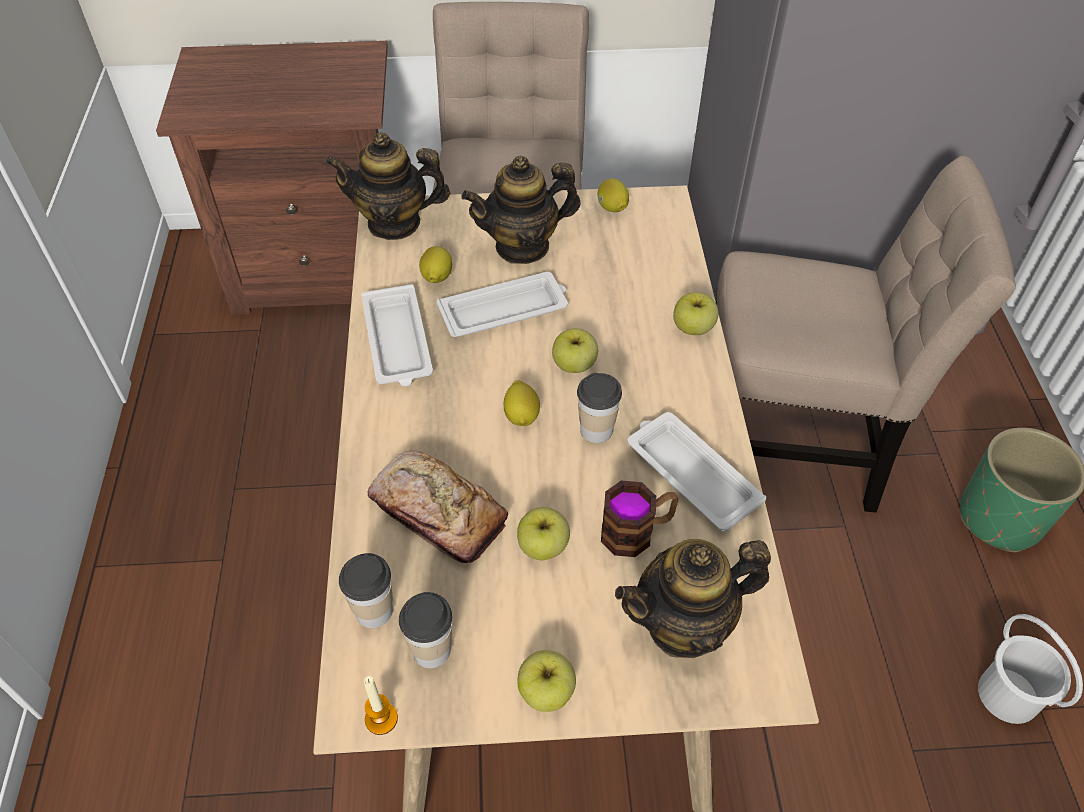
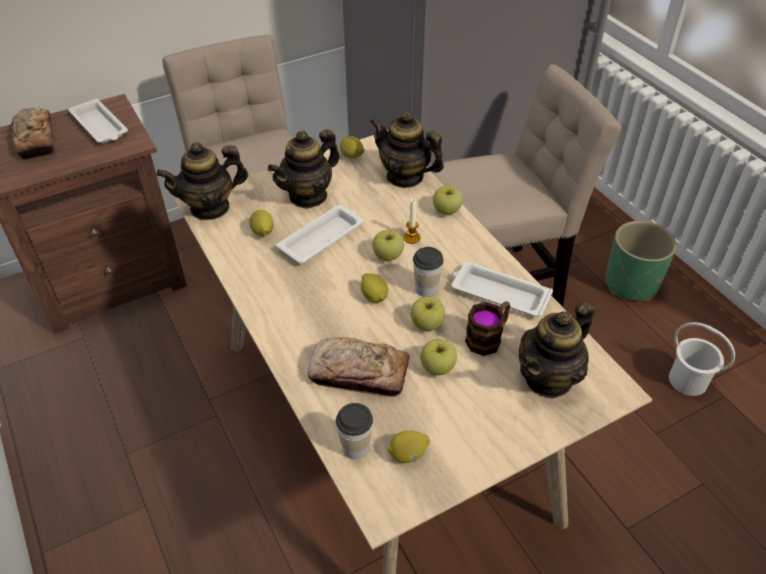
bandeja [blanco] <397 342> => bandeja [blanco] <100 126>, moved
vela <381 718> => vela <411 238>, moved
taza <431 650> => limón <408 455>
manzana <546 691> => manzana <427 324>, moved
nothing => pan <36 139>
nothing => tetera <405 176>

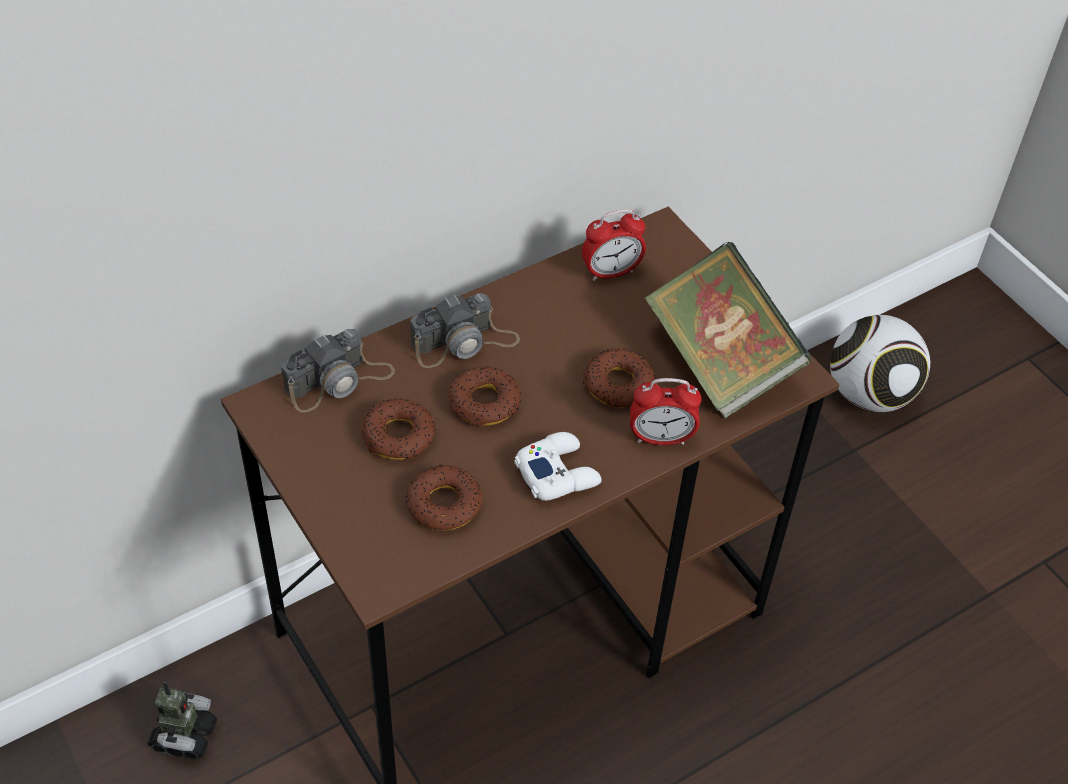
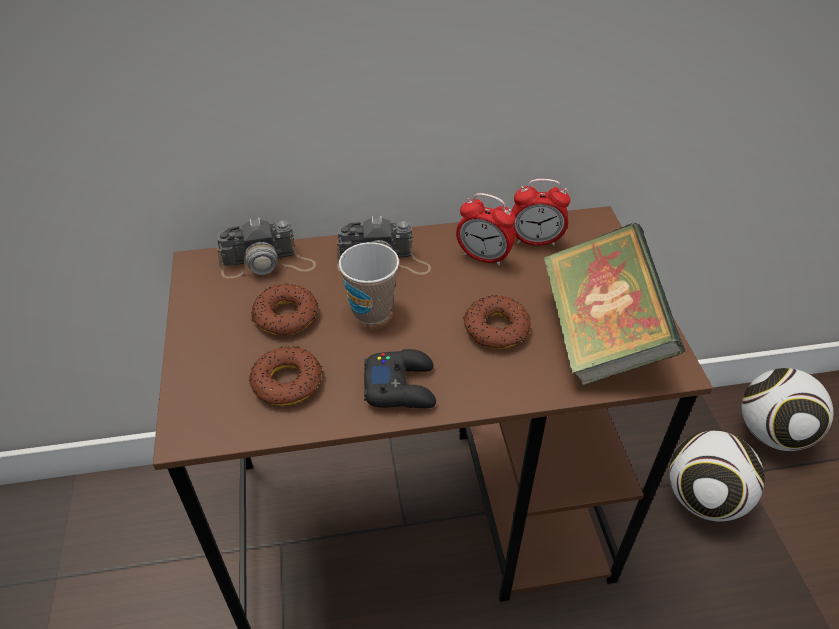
robot de juguete <184 736> => nothing
rosquilla <484 402> => taza <372 311>
mando de consola [blanco] <557 472> => mando de consola [negro] <401 386>
despertador <661 438> => despertador <483 257>, moved
nothing => balón de fútbol <704 498>

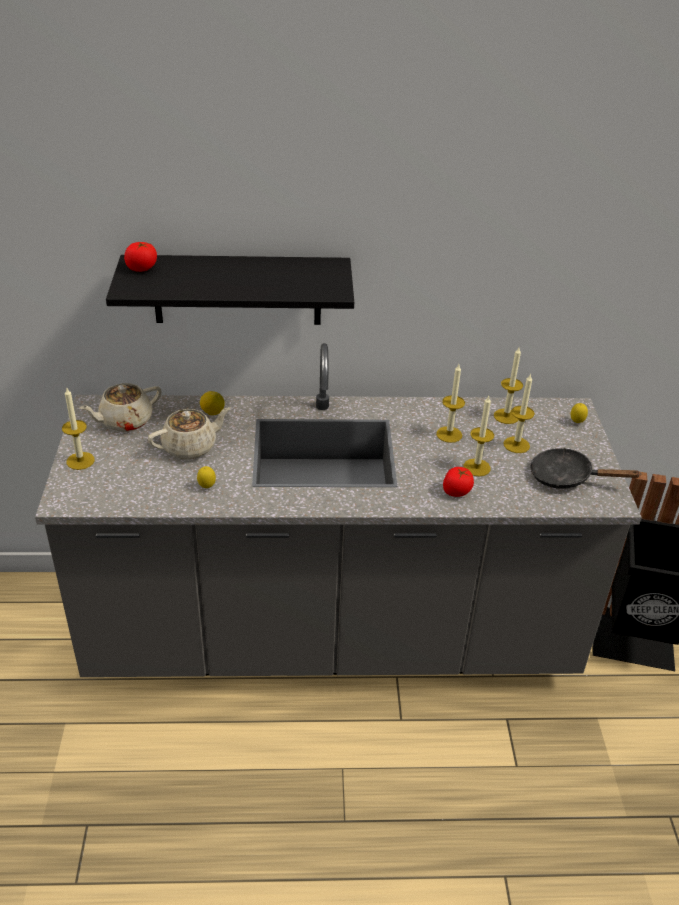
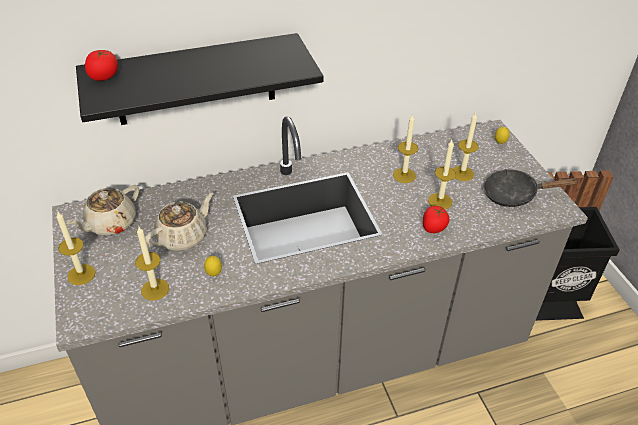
limón <212 412> => nothing
vela <506 416> => vela <155 289>, moved

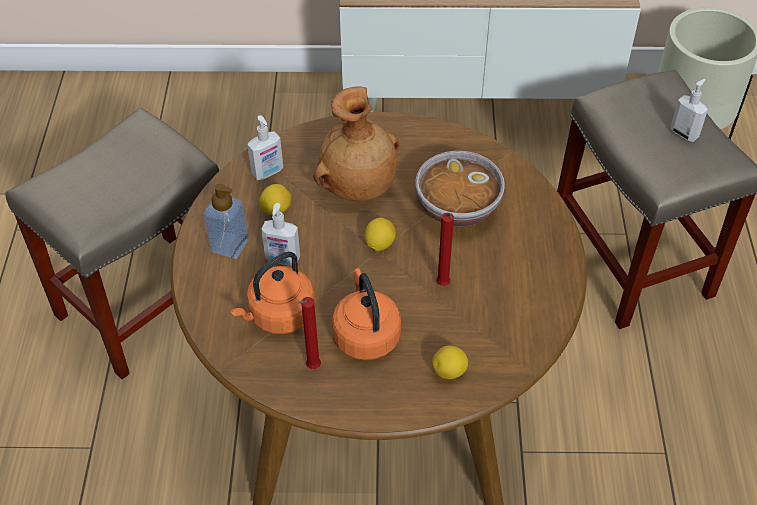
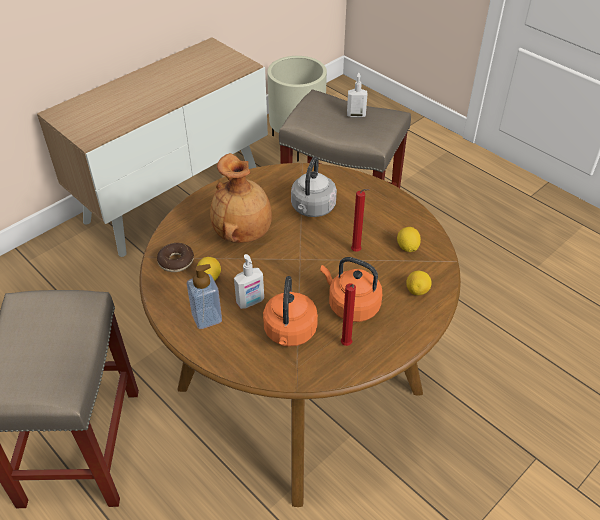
dispensador de jabón <268 172> => rosquilla <176 262>
limón <379 244> => limón <407 247>, moved
cuenco <457 208> => hervidor [gris] <312 209>

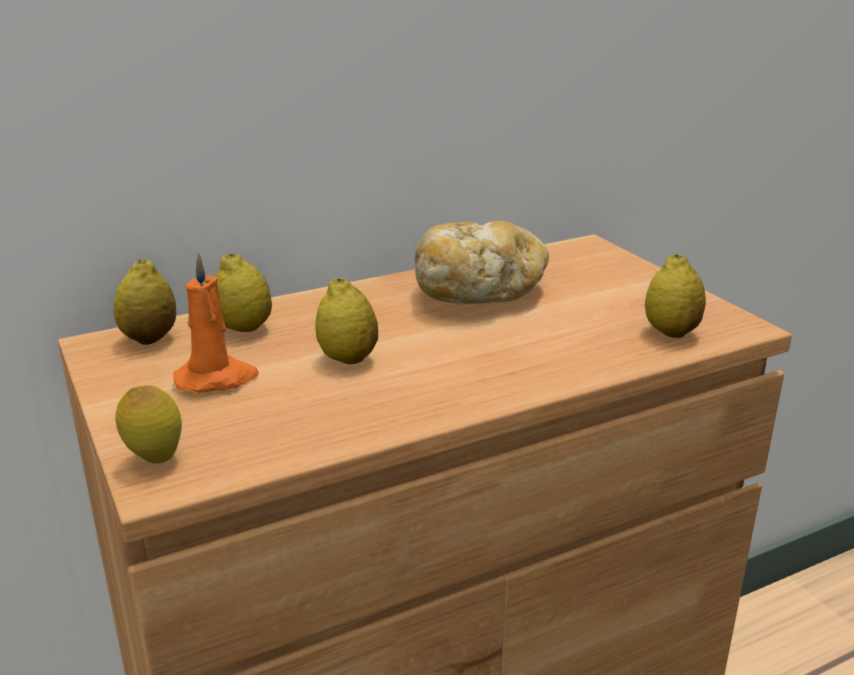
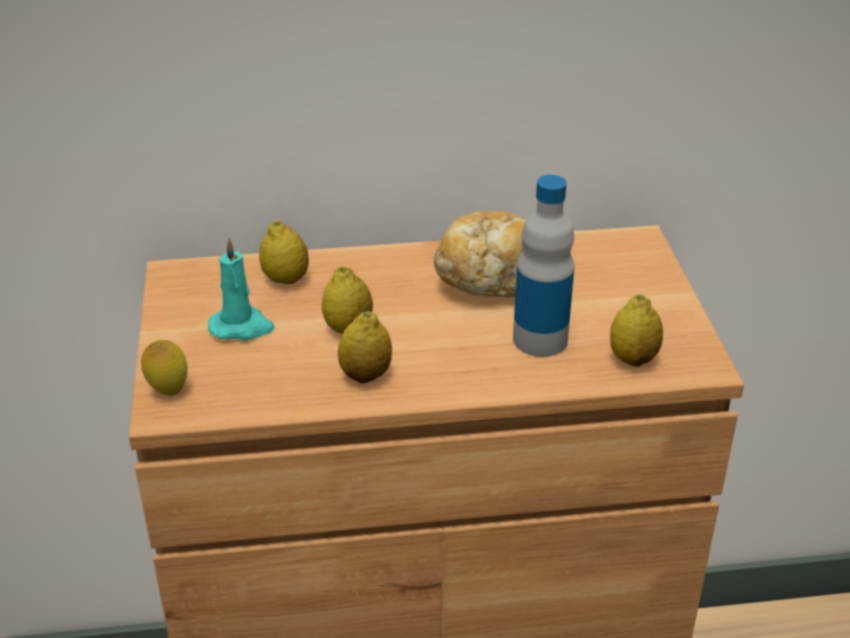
limón <149 338> => limón <365 375>, moved
vela [naranja] <217 379> => vela [turquesa] <242 327>
nothing => botella <540 339>

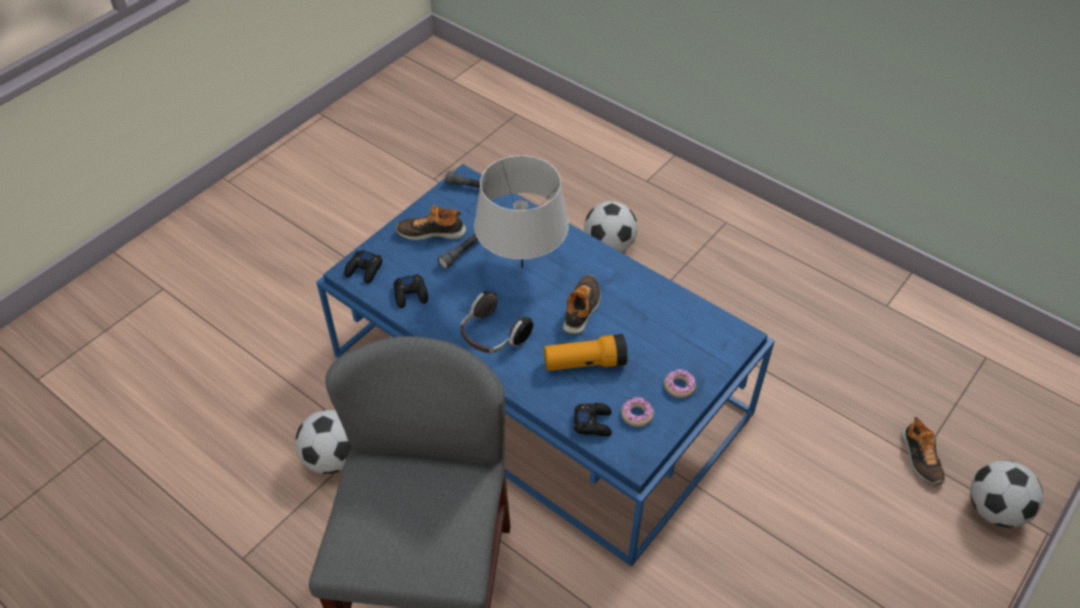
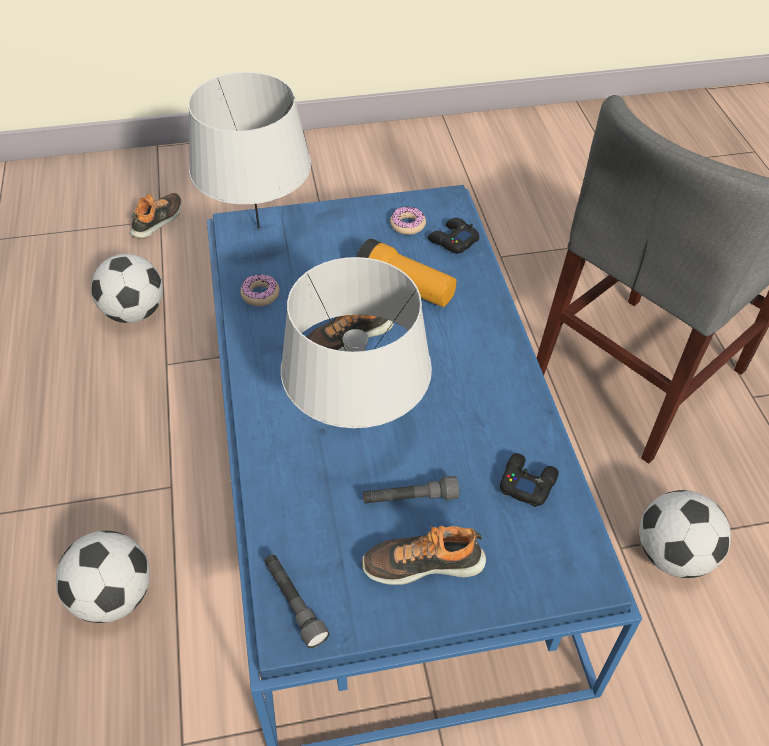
mando de consola [negro] <364 270> => nothing
zapato <431 232> => zapato <423 563>, 135 degrees clockwise
auriculares <492 336> => nothing
rosquilla <679 386> => rosquilla <260 294>, moved
balón de fútbol <994 509> => balón de fútbol <134 312>, moved
nothing => lámpara de mesa [gris] <258 228>

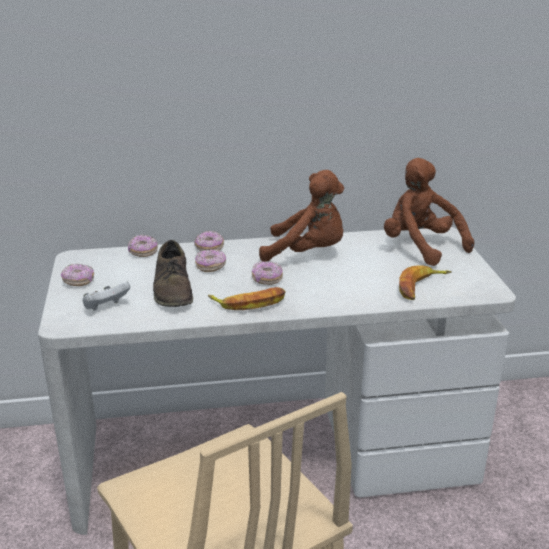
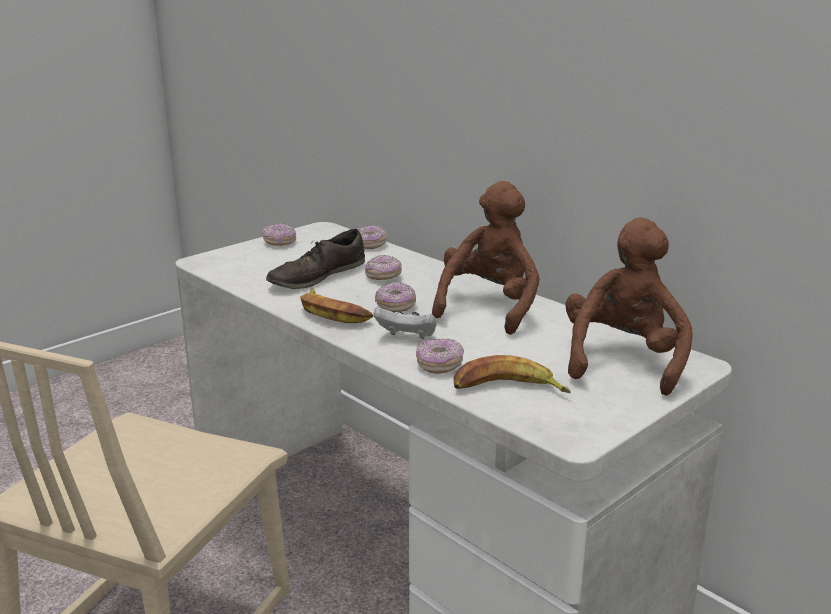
mando de consola [blanco] <106 307> => mando de consola [blanco] <407 337>, moved
rosquilla <209 248> => rosquilla <439 365>, moved
peluche [marrón] <307 253> => peluche [marrón] <489 307>, 135 degrees counterclockwise

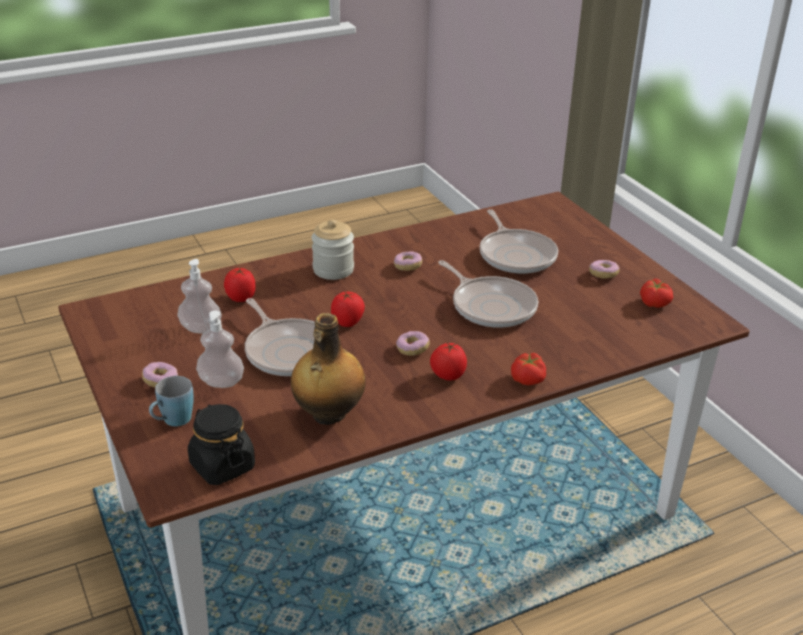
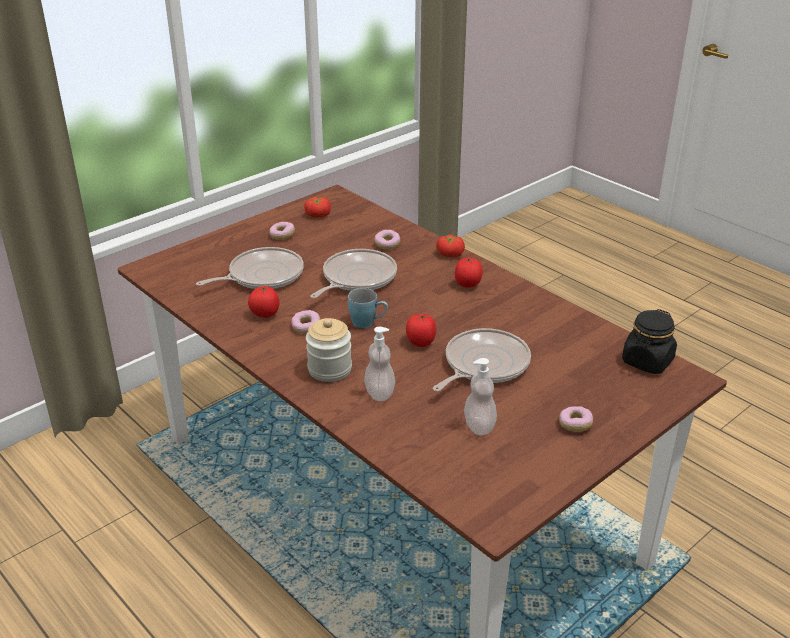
taza grande [azul] <172 421> => taza grande [azul] <368 323>, moved
dispensador de jabón <221 382> => dispensador de jabón <379 393>, moved
tomate <241 298> => tomate <264 314>, moved
botella <328 415> => nothing
rosquilla <412 349> => rosquilla <387 245>, moved

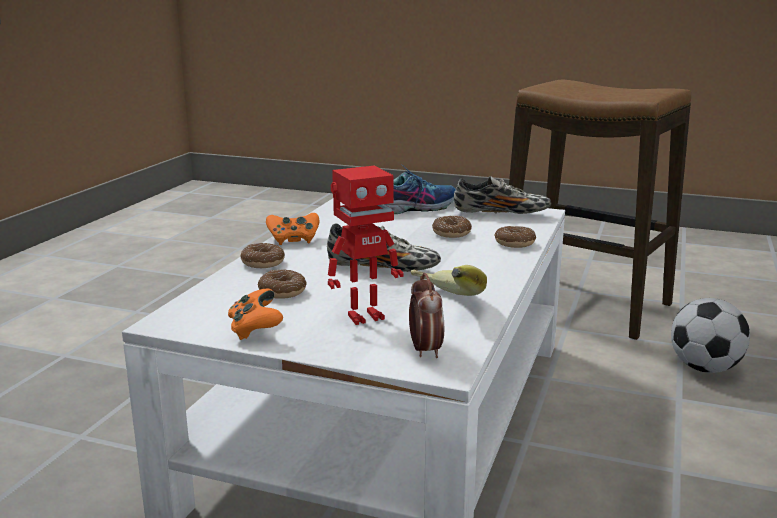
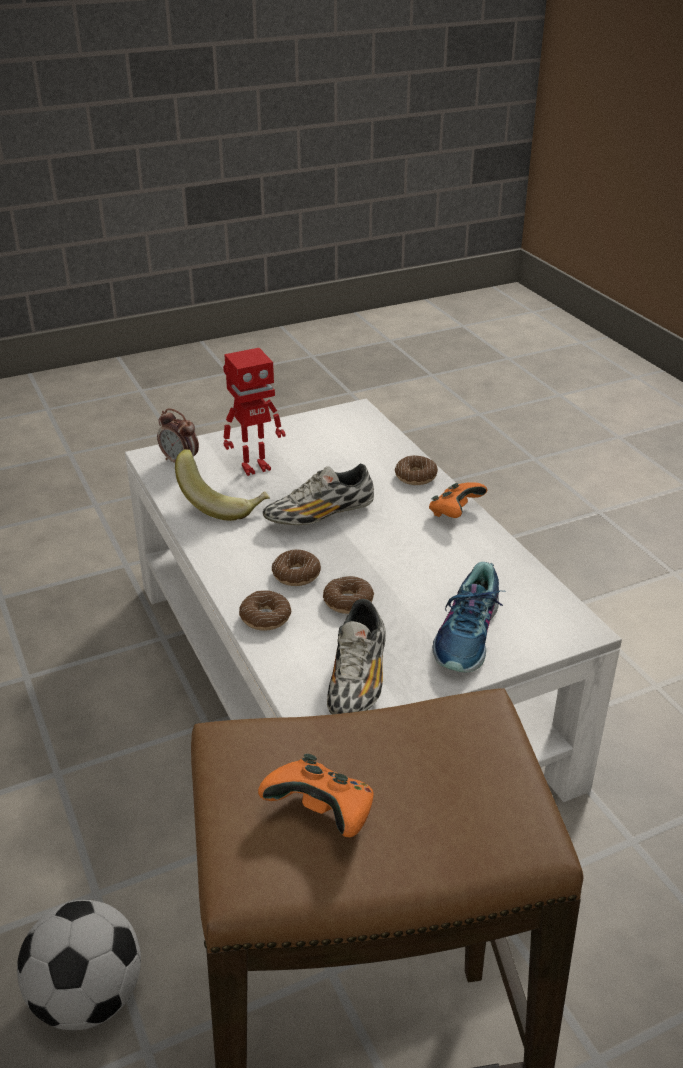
mando de consola [naranja] <255 329> => mando de consola [naranja] <322 814>, moved
rosquilla <282 292> => rosquilla <296 574>, moved
robot de juguete <364 316> => robot de juguete <254 467>, 135 degrees counterclockwise
zapato <501 214> => zapato <358 680>, 45 degrees counterclockwise

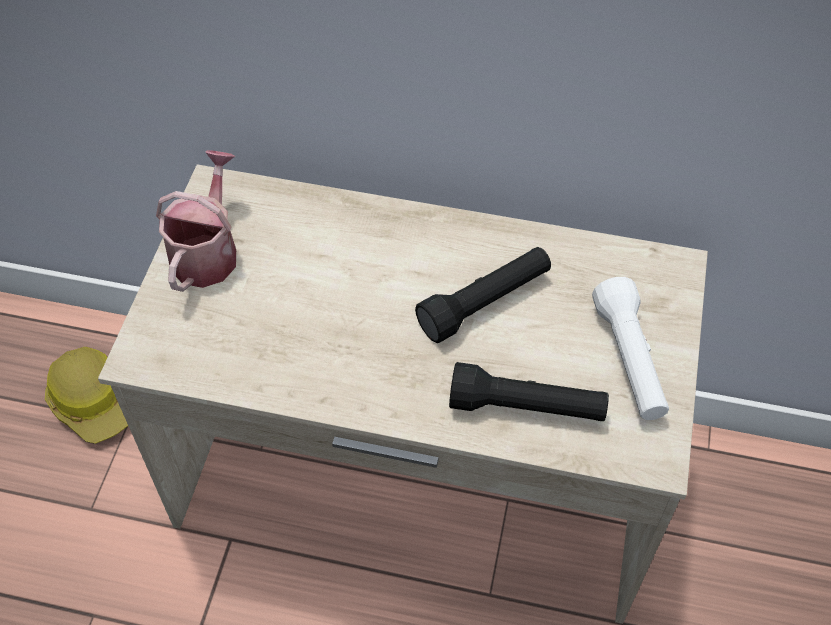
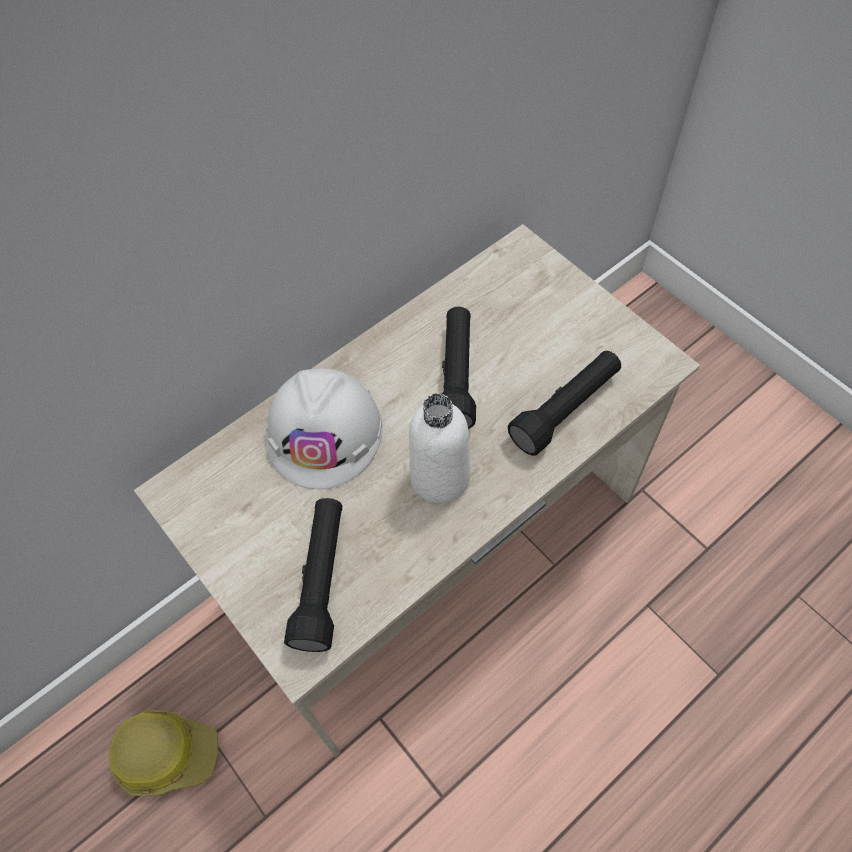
regadera <207 251> => nothing
linterna [blanco] <629 361> => nothing
nothing => casco [blanco] <325 432>
nothing => linterna [negro] <322 579>
nothing => botella [blanco] <440 478>

